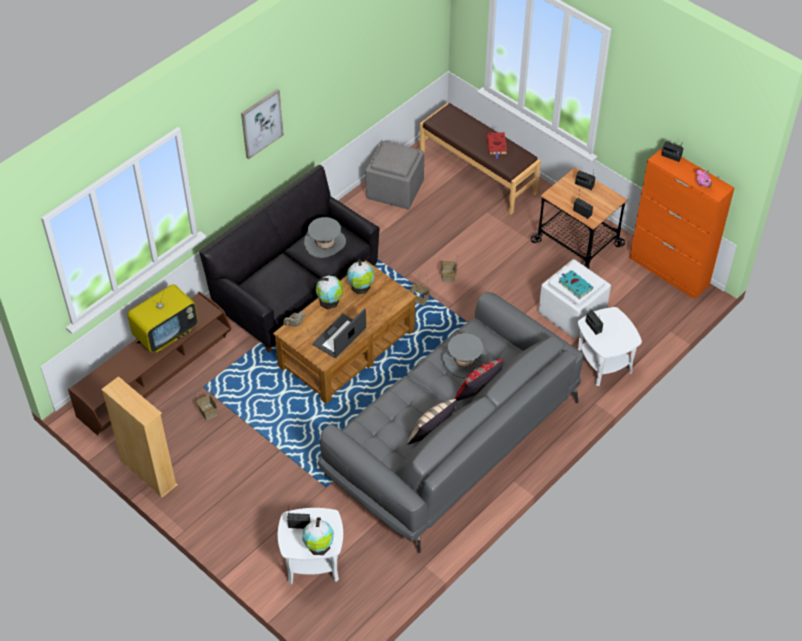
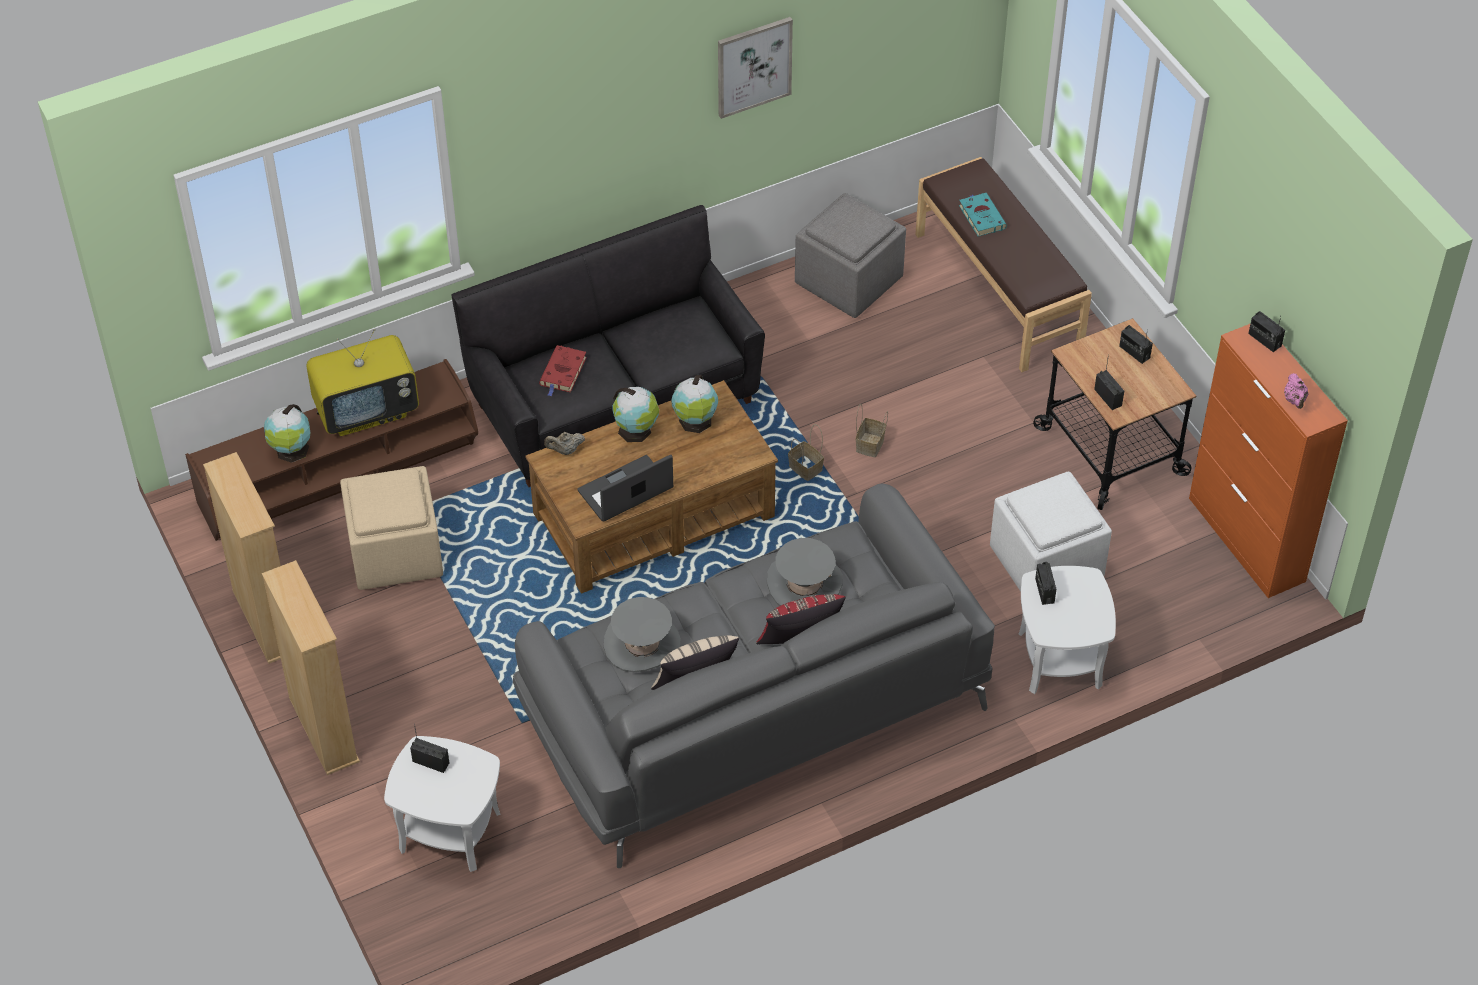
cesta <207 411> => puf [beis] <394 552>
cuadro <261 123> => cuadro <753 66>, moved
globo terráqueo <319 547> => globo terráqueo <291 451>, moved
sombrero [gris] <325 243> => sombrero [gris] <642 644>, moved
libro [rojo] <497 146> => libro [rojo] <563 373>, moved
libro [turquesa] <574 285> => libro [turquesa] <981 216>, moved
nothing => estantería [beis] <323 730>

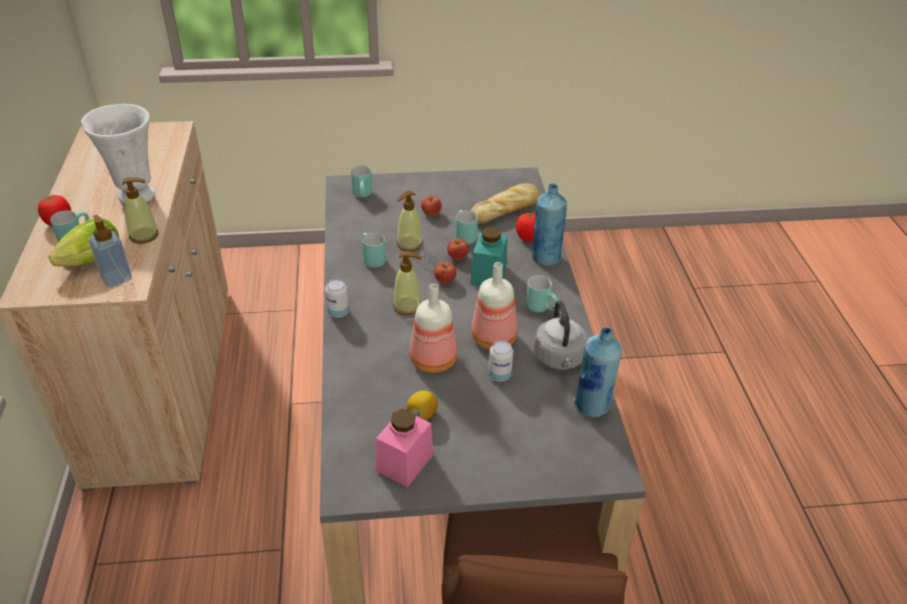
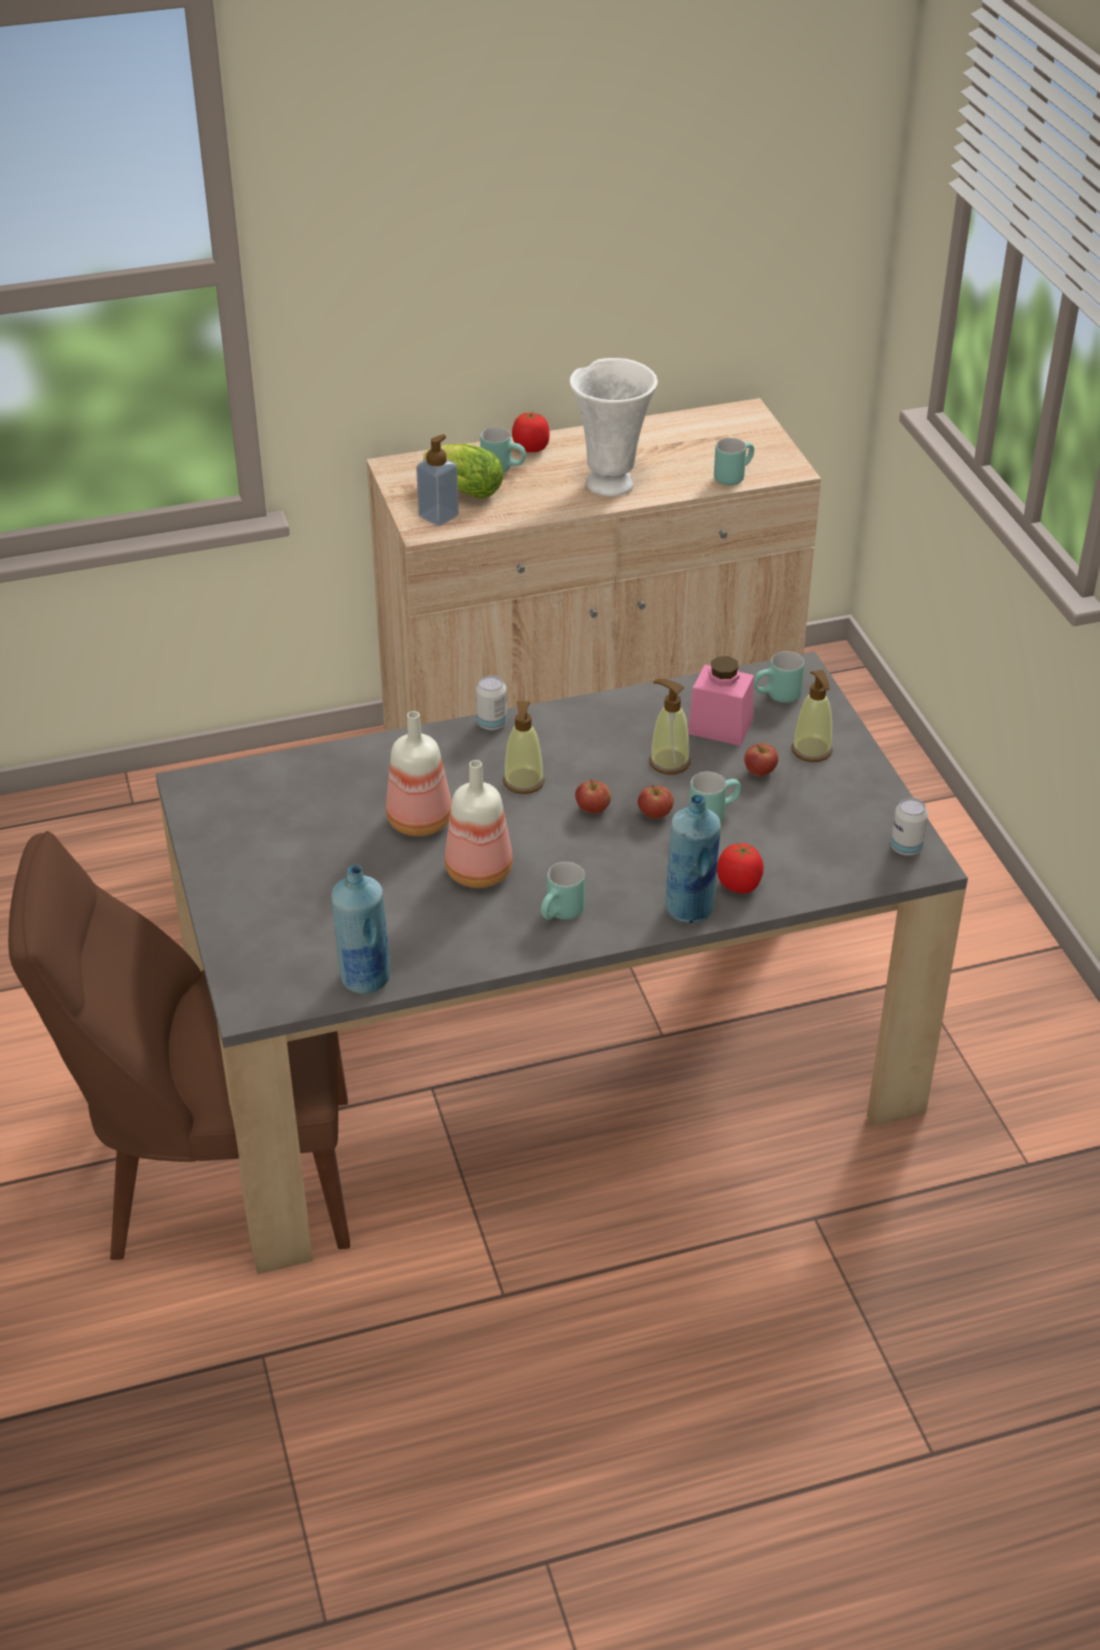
dispensador de jabón <144 236> => dispensador de jabón <811 750>, moved
taza grande [turquesa] <370 259> => taza grande [turquesa] <732 475>, moved
tarro [rosa] <404 462> => tarro [rosa] <720 727>, moved
limón <422 414> => nothing
tarro [turquesa] <488 275> => nothing
pan <506 210> => nothing
lata <499 375> => lata <906 848>, moved
hervidor [gris] <559 359> => nothing

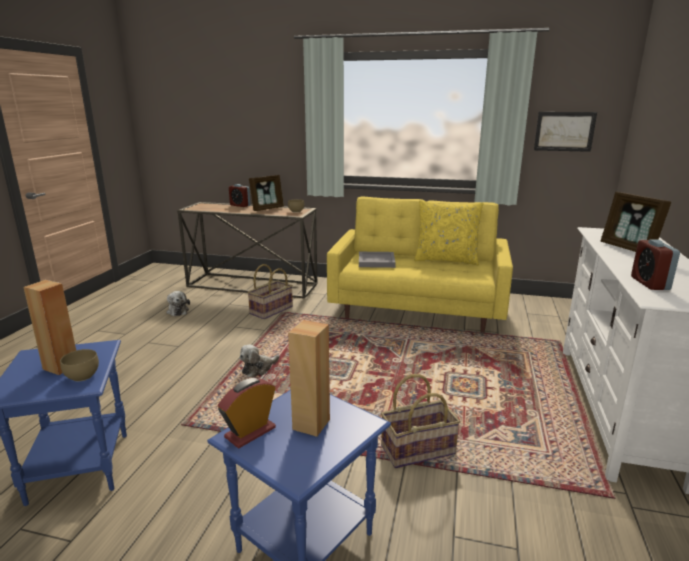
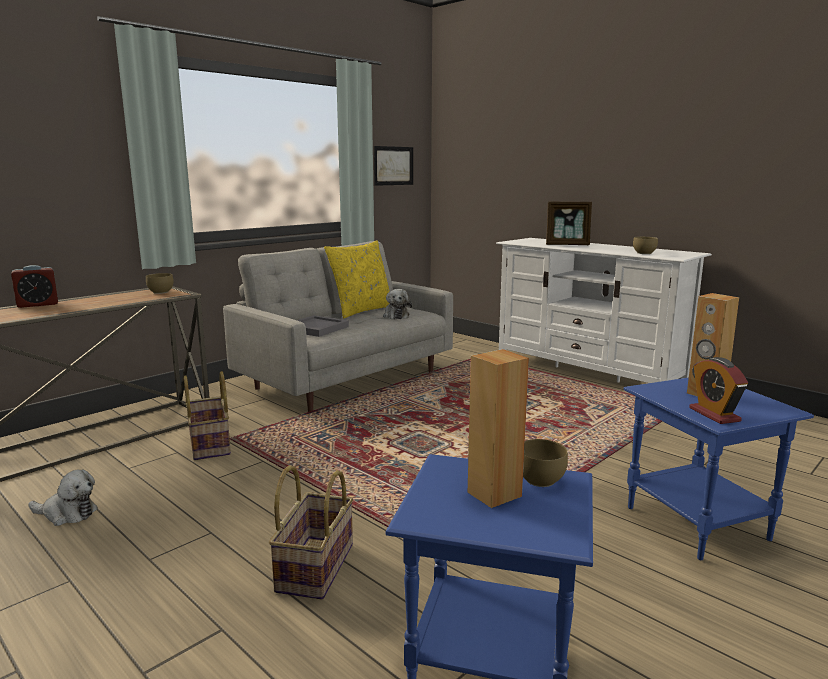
peluche <258 369> => peluche <396 315>, moved
portarretratos <267 208> => nothing
sofá [amarillo] <418 310> => sofá [gris] <347 379>
cesta <417 449> => cesta <314 567>, moved
despertador <649 283> => cuenco [marrón] <645 253>

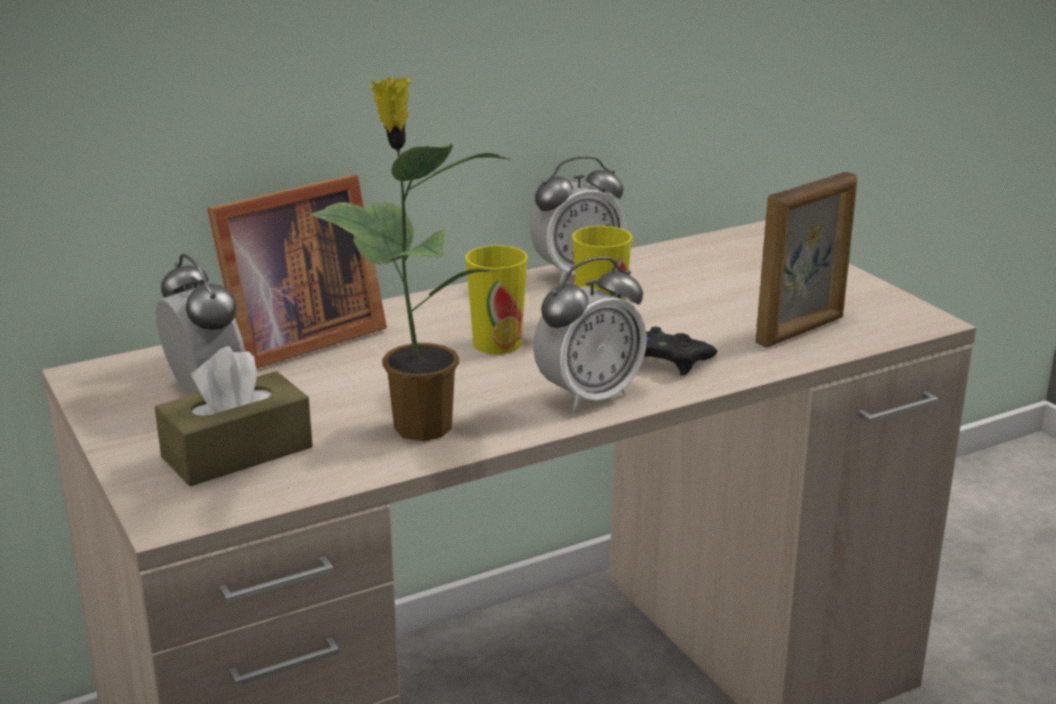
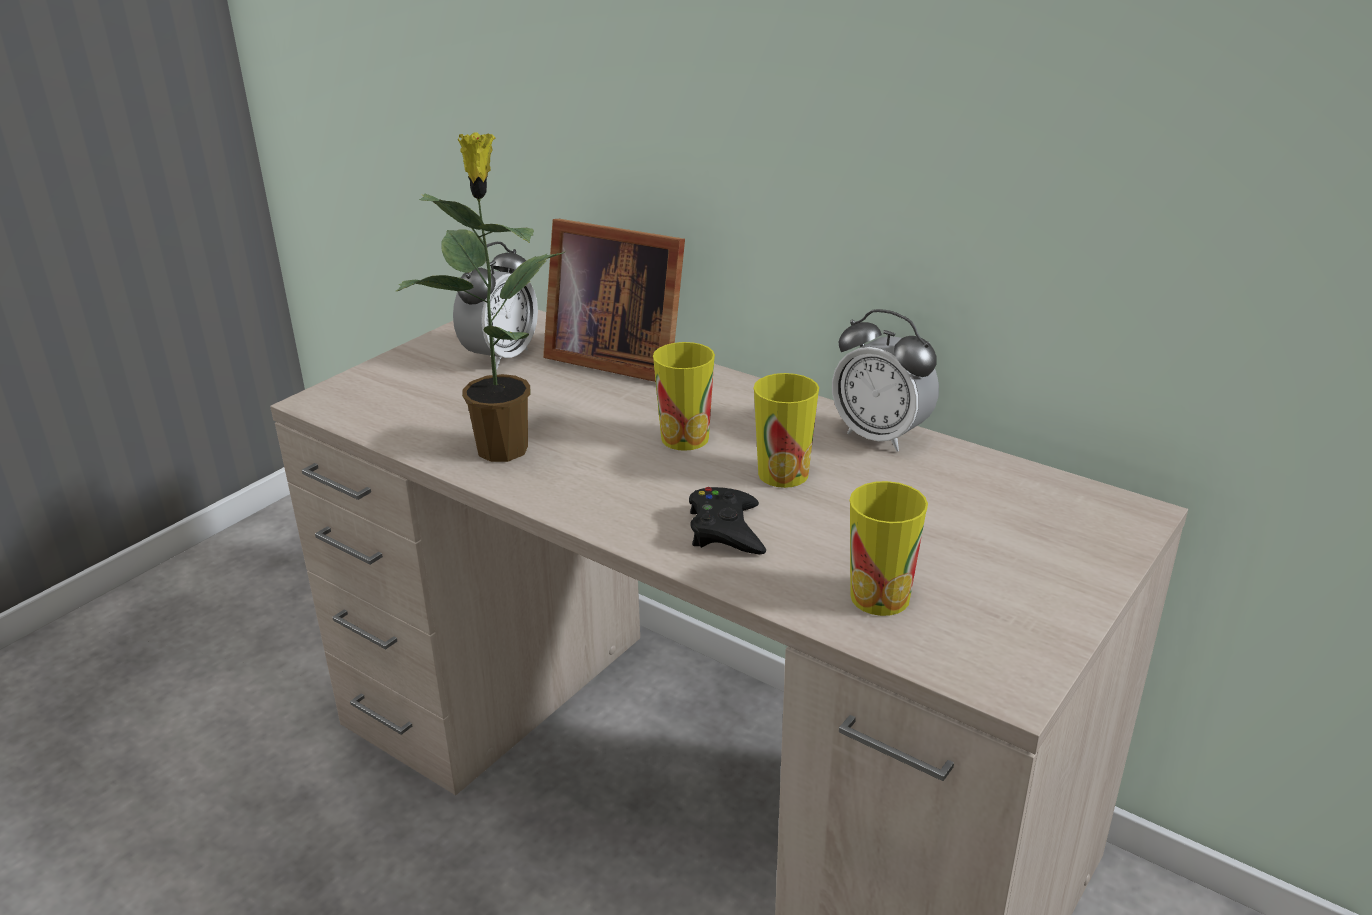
caja de pañuelos [marrón] <237 452> => nothing
despertador <589 396> => nothing
portarretratos <801 331> => taza <880 597>

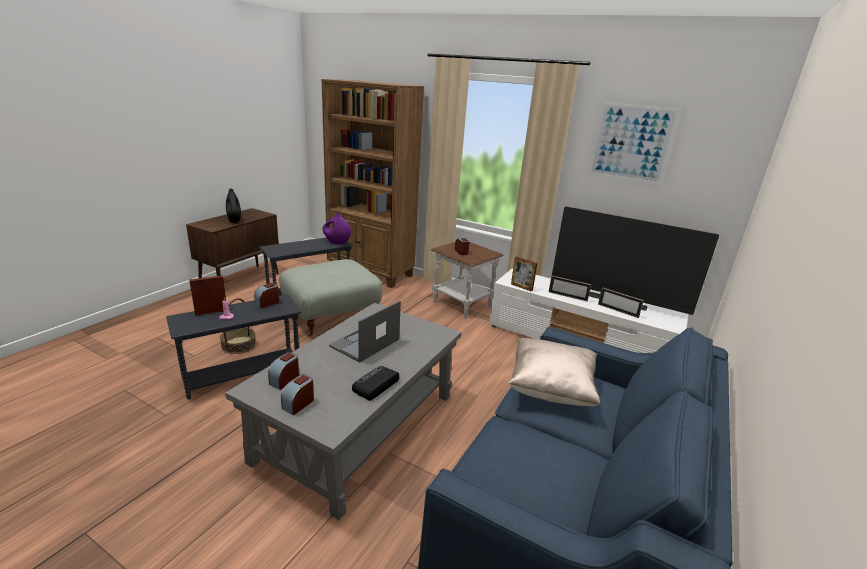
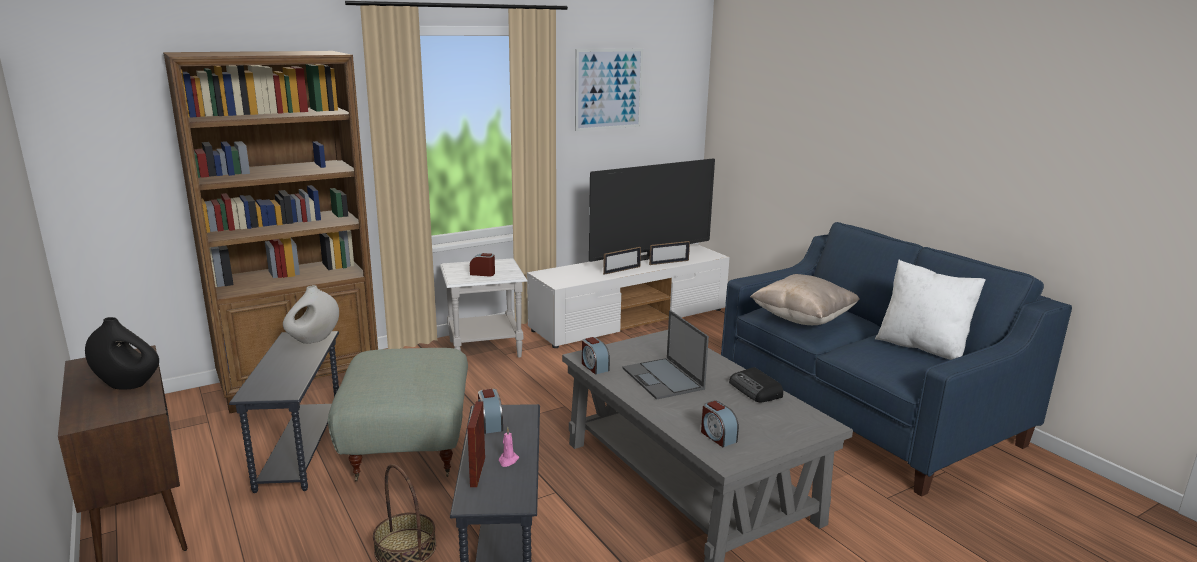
despertador <298 404> => despertador <594 367>, moved
florero [morado] <336 243> => florero [blanco] <314 340>
mesa auxiliar [marrón] <462 304> => mesa auxiliar [blanco] <485 349>
portarretratos <521 287> => nothing
nothing => cojín [blanco] <922 347>

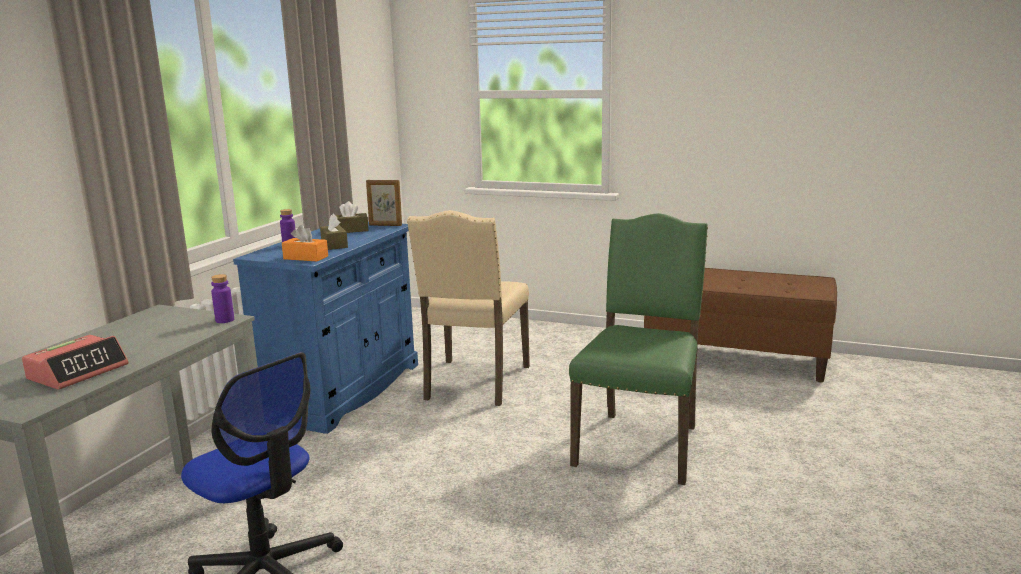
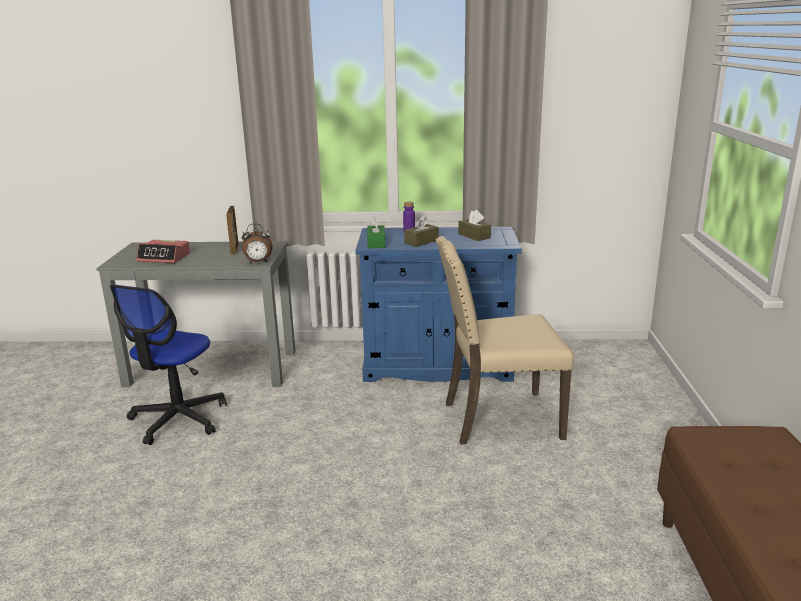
botella [morado] <225 320> => despertador <258 262>
caja de pañuelos [naranja] <306 257> => caja de pañuelos [verde] <376 243>
portarretratos <385 225> => portarretratos <234 250>, moved
silla [verde] <640 444> => nothing

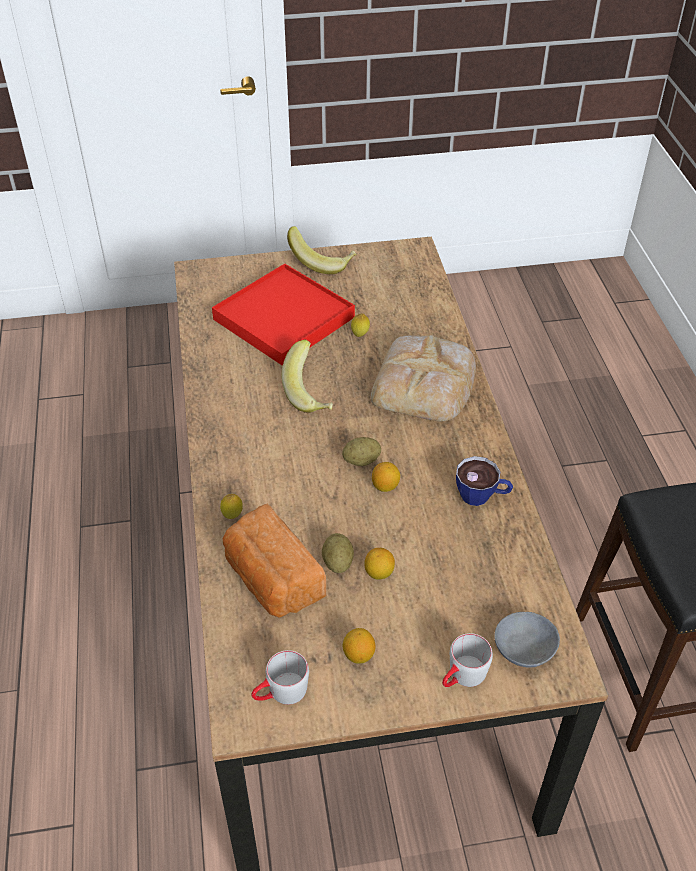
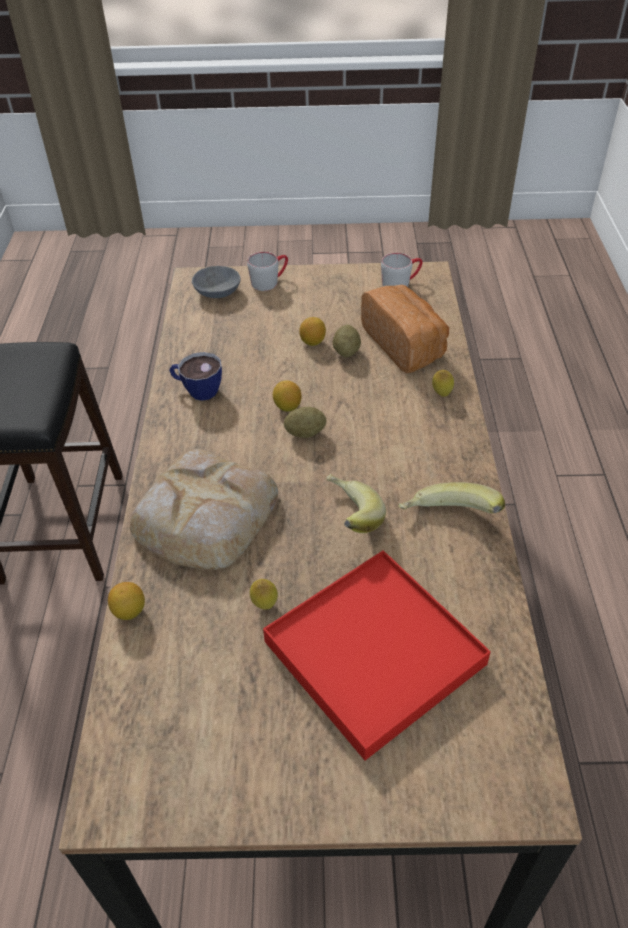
plátano <322 262> => plátano <447 521>, moved
limón <358 654> => limón <130 611>, moved

